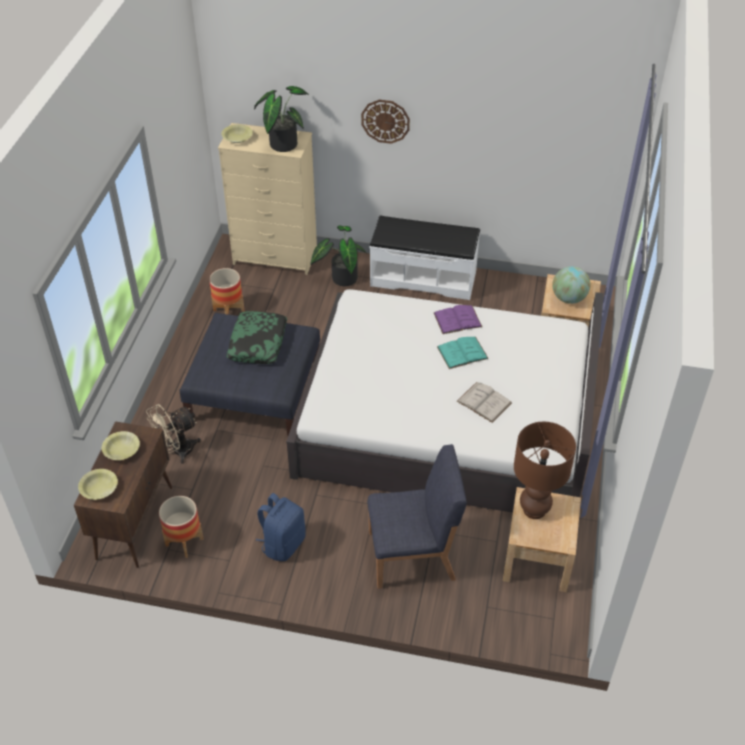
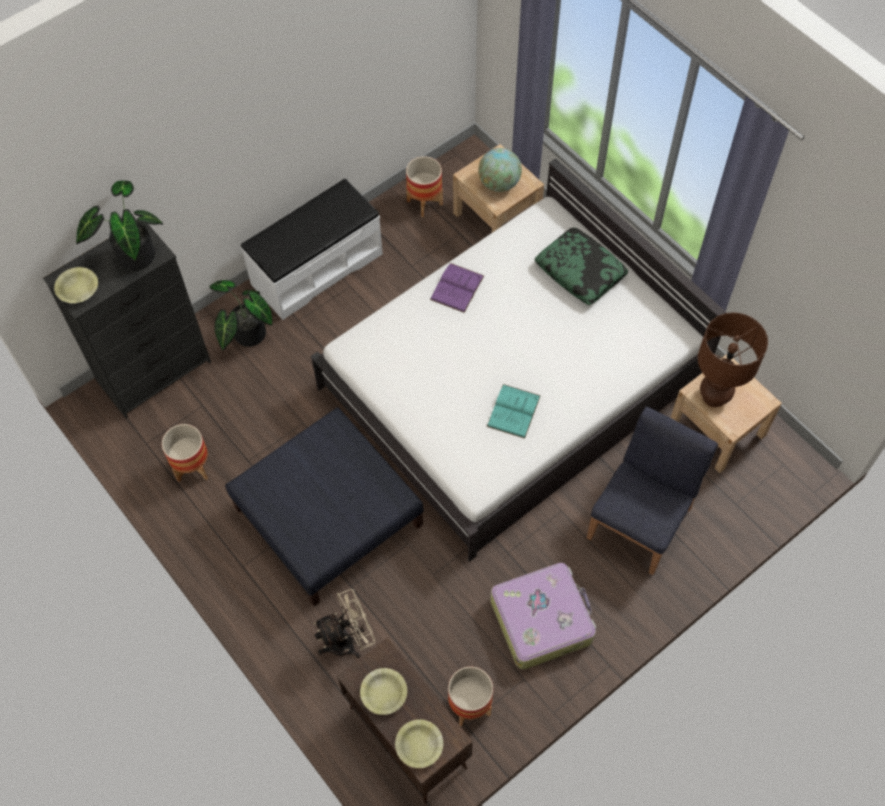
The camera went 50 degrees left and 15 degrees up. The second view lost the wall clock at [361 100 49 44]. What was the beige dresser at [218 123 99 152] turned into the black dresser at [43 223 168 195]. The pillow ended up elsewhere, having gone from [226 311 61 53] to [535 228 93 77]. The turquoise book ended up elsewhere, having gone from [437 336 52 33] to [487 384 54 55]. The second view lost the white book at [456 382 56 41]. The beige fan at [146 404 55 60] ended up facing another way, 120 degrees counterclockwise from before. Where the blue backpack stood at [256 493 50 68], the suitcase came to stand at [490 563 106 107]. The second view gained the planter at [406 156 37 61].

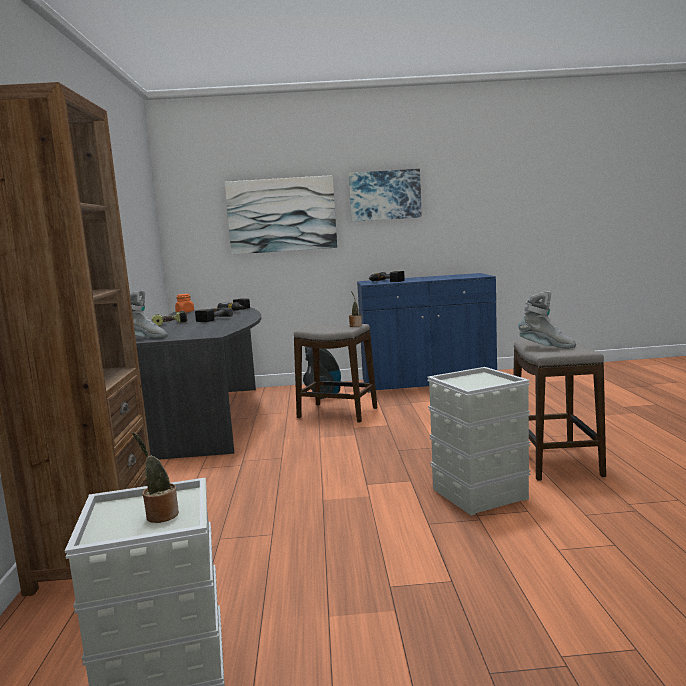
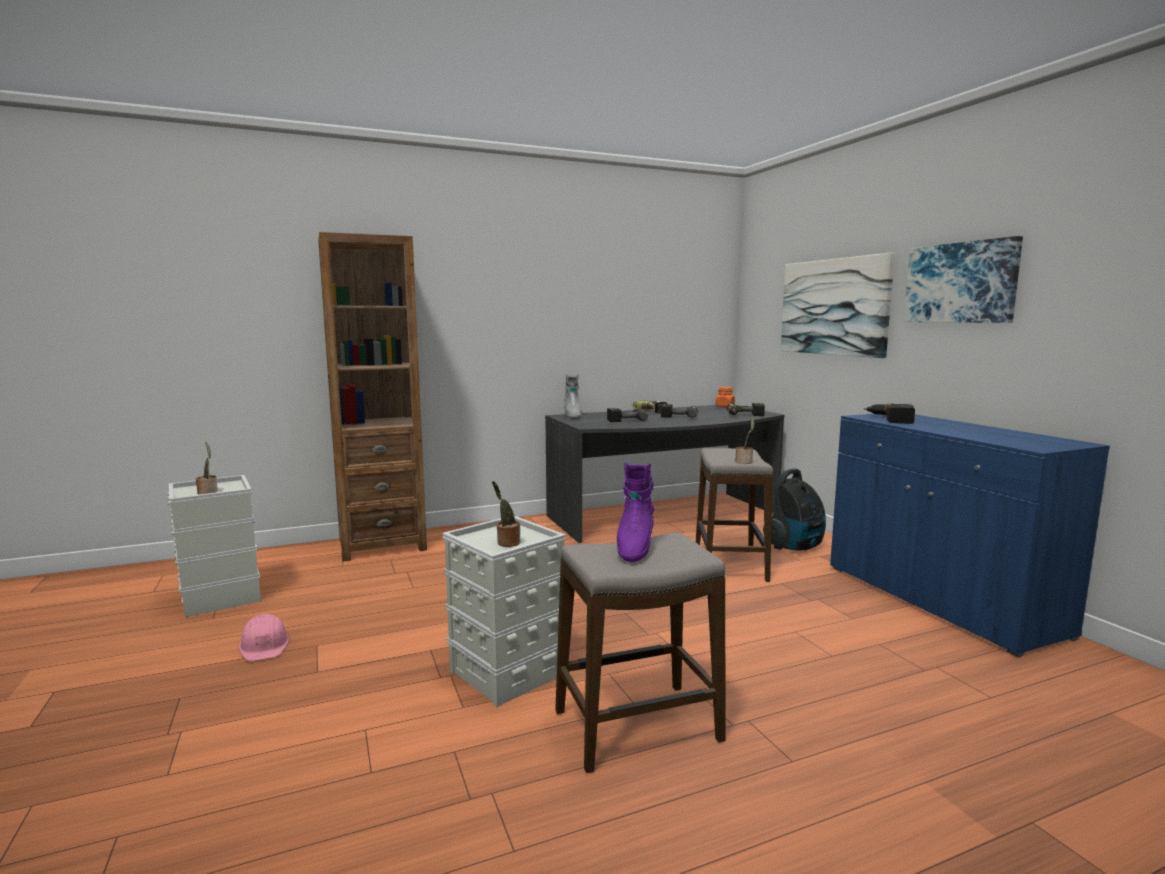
The camera went 70 degrees right and 0 degrees up. What was the grey boot at [518 291 58 57] turned into the purple boot at [617 462 37 100]. The second view gained the power drill at [607 408 41 14]. The second view gained the potted plant at [492 481 29 66]. The second view gained the pink hard hat at [239 614 50 47].

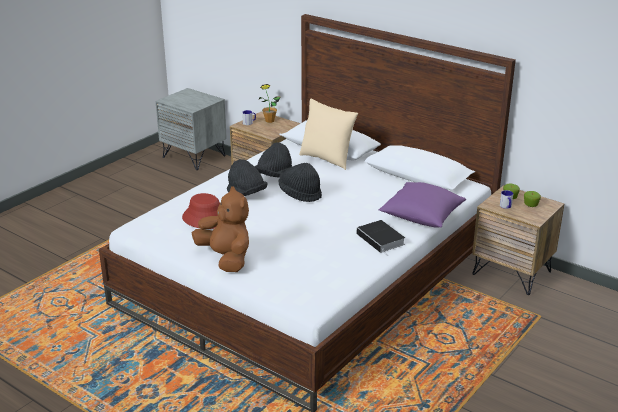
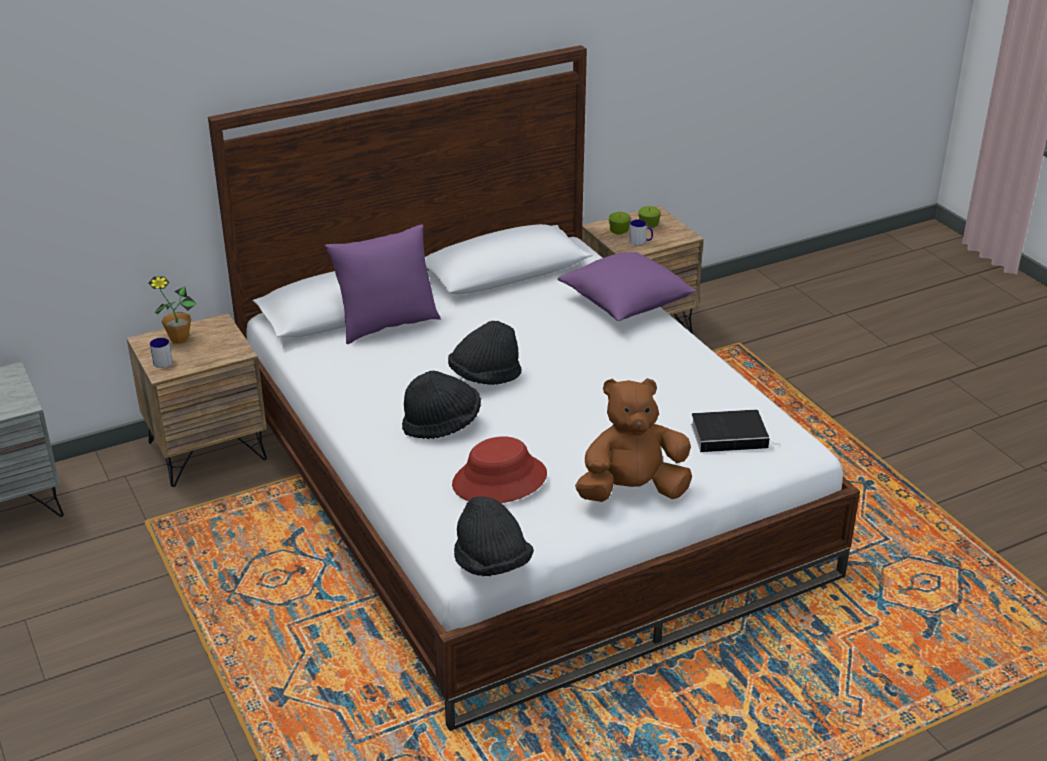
The camera went 65 degrees left and 5 degrees up. What was the beige pillow at [299 99 59 71] turned into the purple pillow at [325 224 116 120]. The black hat ended up elsewhere, having gone from [255 142 37 36] to [454 496 80 80]. The book ended up elsewhere, having gone from [357 220 48 36] to [691 410 87 42].

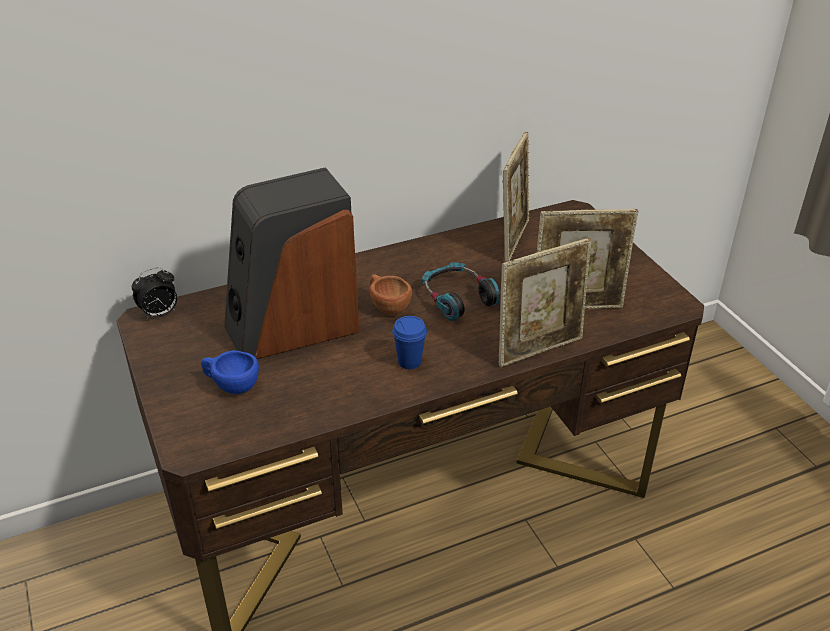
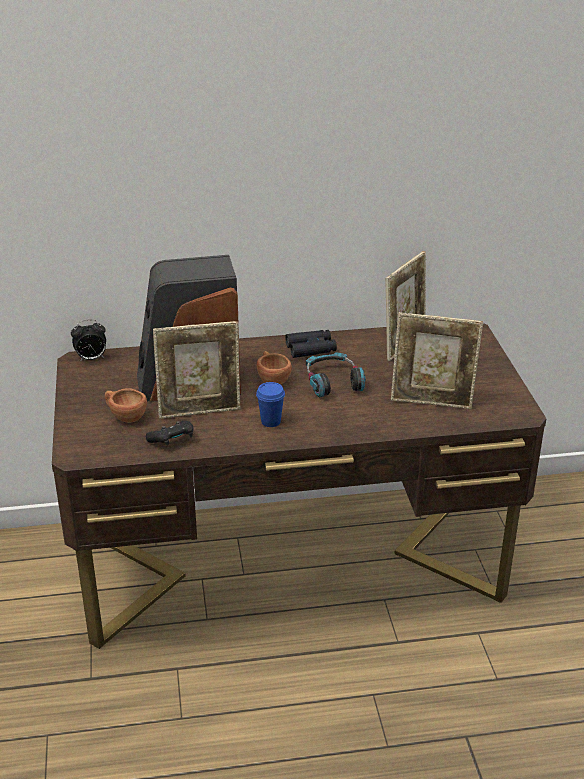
The camera went 15 degrees right and 5 degrees down. The picture frame ended up elsewhere, having gone from [499 238 93 129] to [153 321 88 98]. What was the blue cup at [201 350 58 44] turned into the brown cup at [105 388 42 35]. The second view gained the black binoculars at [285 330 52 28]. The second view gained the black game controller at [146 420 48 25].

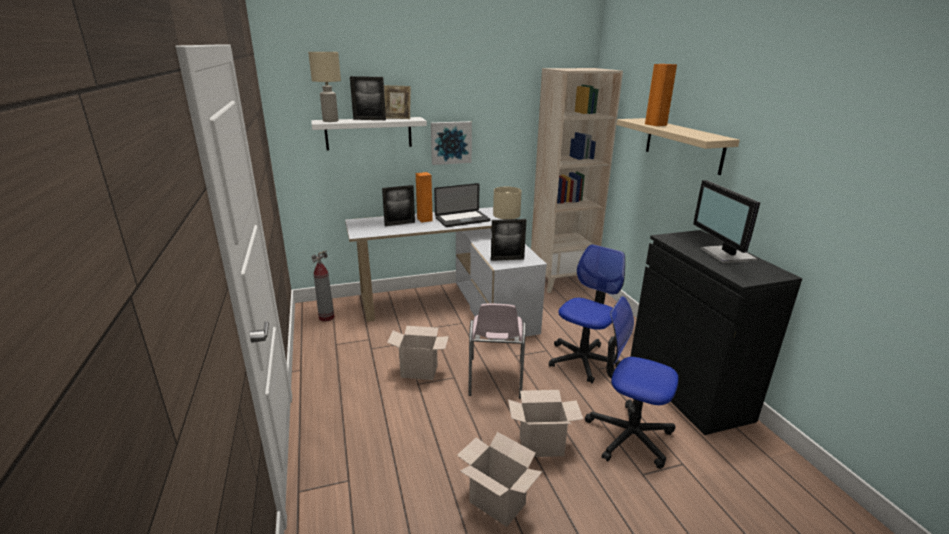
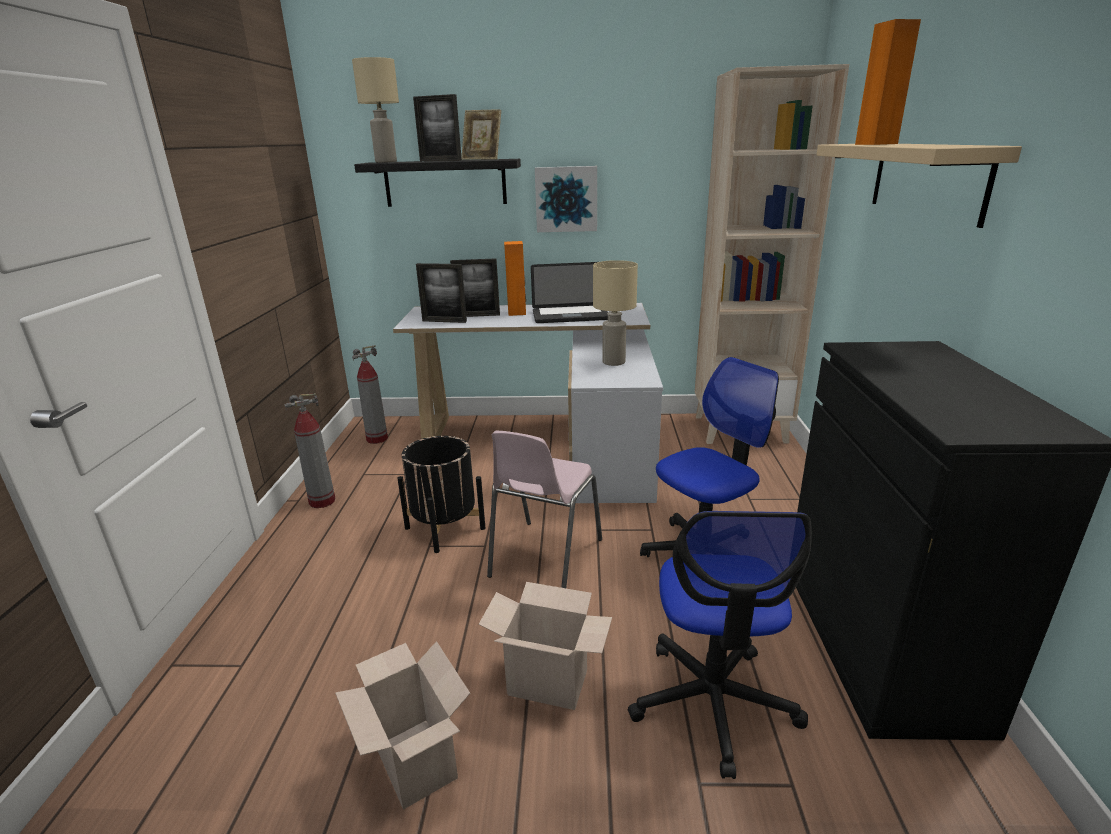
The camera went 20 degrees right and 0 degrees up. What was the white shelf at [311 117 116 34] turned into the black shelf at [354 159 167 48]. The second view lost the monitor at [693 180 67 83]. The picture frame ended up elsewhere, having gone from [491 219 35 42] to [416 263 51 60]. The office chair at [585 296 93 173] ended up facing another way, 135 degrees counterclockwise from before. Where the cardboard box stood at [387 326 62 54], the black planter came to stand at [397 436 88 117]. The second view gained the fire extinguisher at [284 393 51 115].

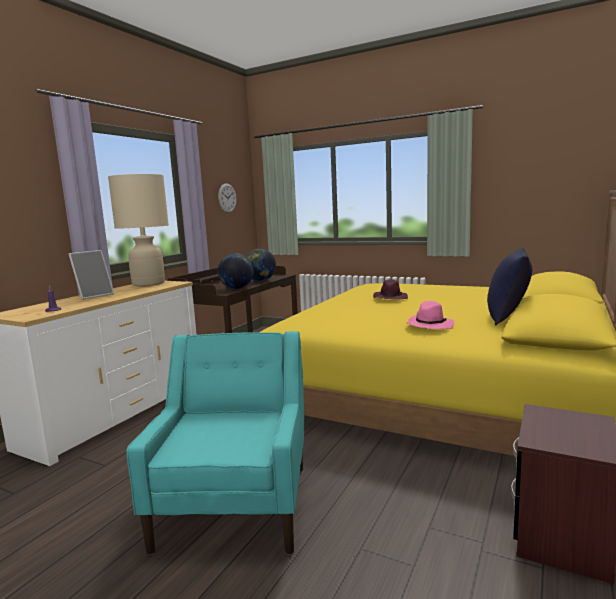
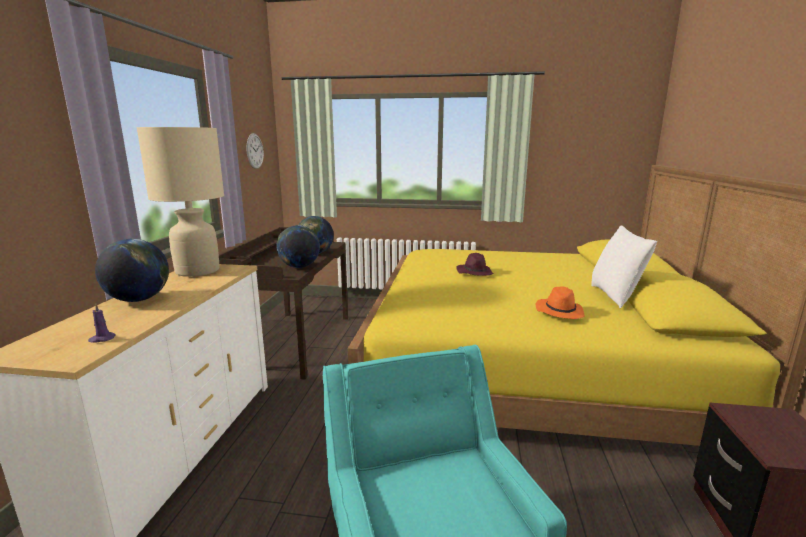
The camera went 20 degrees left and 5 degrees up. What was the blue pillow at [487 248 45 77] turned into the white pillow at [591 226 66 83]. Where the picture frame stood at [68 250 46 50], the globe came to stand at [95 239 74 63]. What was the pink hat at [407 301 47 28] turned into the orange hat at [536 287 49 32].

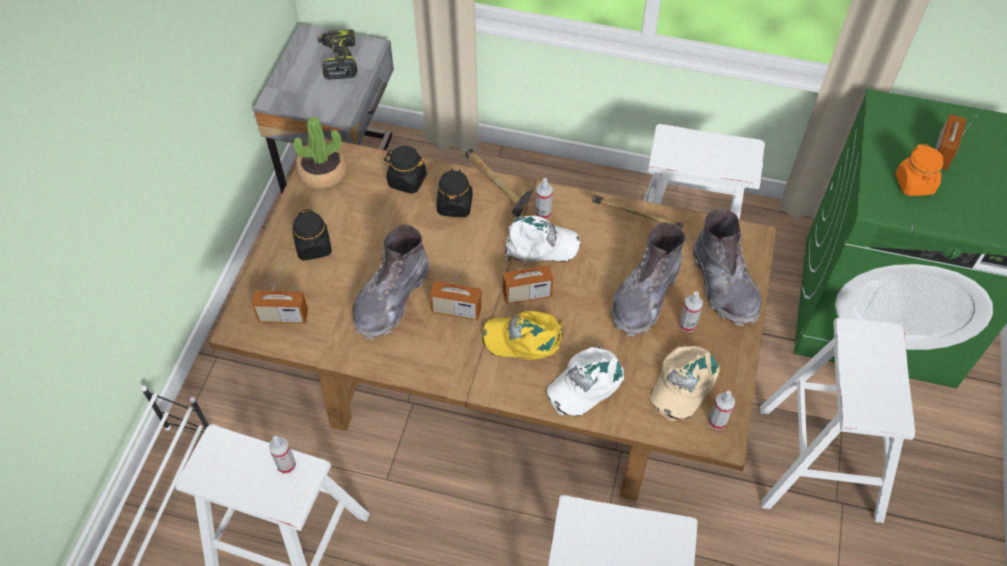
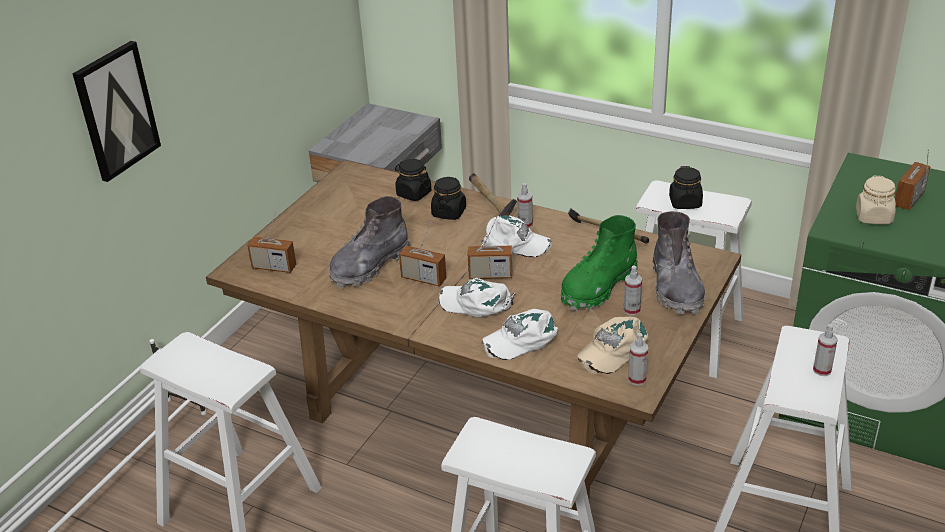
The camera went 15 degrees right and 20 degrees down. The second view lost the power drill at [318 29 40 51]. The second view lost the potted plant at [294 117 53 73]. What was the orange jar at [895 144 48 52] turned into the beige jar at [856 176 40 48]. The black jar ended up elsewhere, having gone from [293 209 39 52] to [669 166 34 43]. What was the grey boot at [611 222 75 115] turned into the green boot at [561 215 77 96]. What was the yellow cap at [482 311 82 49] turned into the white cap at [438 278 78 39]. The spray bottle ended up elsewhere, having gone from [269 436 27 38] to [813 324 25 52]. The second view gained the picture at [72 41 89 141].

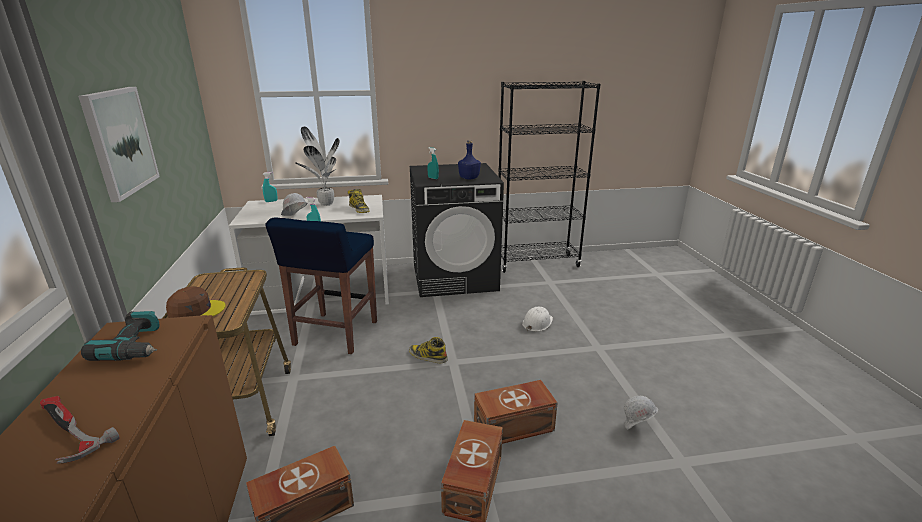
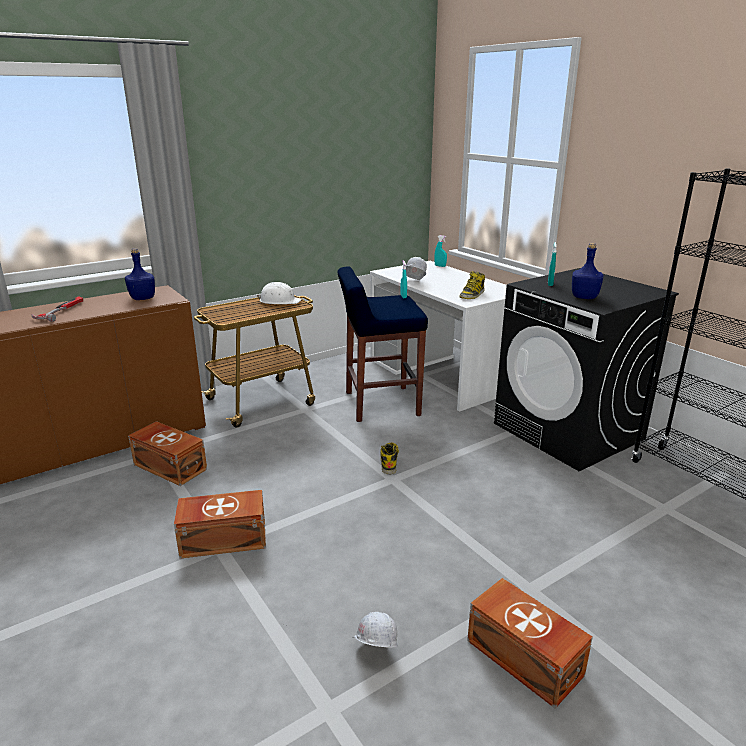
The camera went 65 degrees right and 0 degrees up. The second view lost the picture at [78 87 82 115]. The second view lost the potted plant at [295 126 45 80]. The second view lost the brown cap at [166 287 60 31]. The white hard hat ended up elsewhere, having gone from [522 307 31 24] to [257 282 45 22]. Where the power drill stood at [81 311 78 50], the blue bottle came to stand at [125 248 30 52]. The brown storage box ended up elsewhere, having gone from [474 380 84 64] to [467 578 126 130].

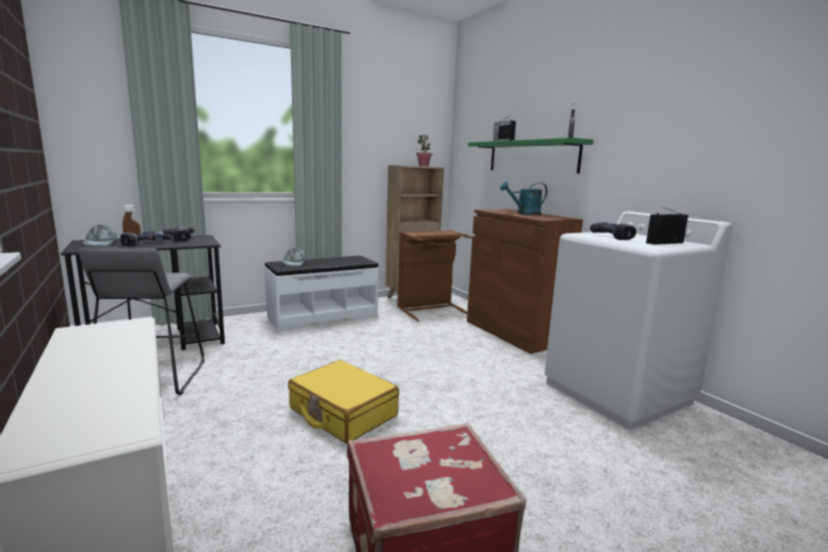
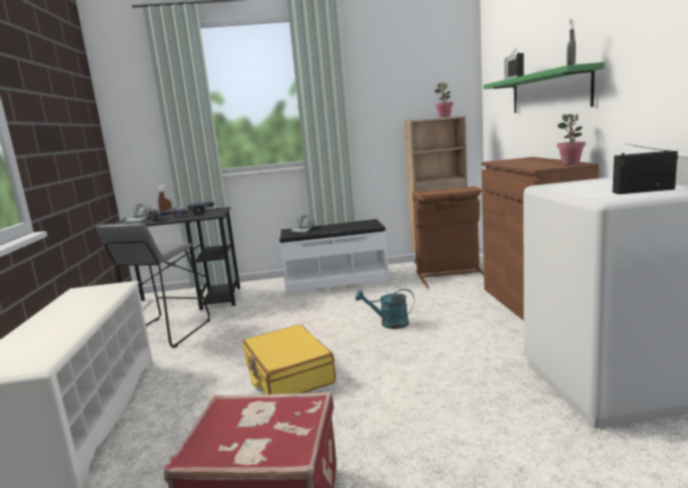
The camera went 25 degrees right and 0 degrees up. The turquoise watering can ended up elsewhere, having gone from [500 181 47 34] to [355 289 59 40]. The second view lost the power drill at [590 222 46 18]. The second view gained the potted plant at [557 113 29 52].

